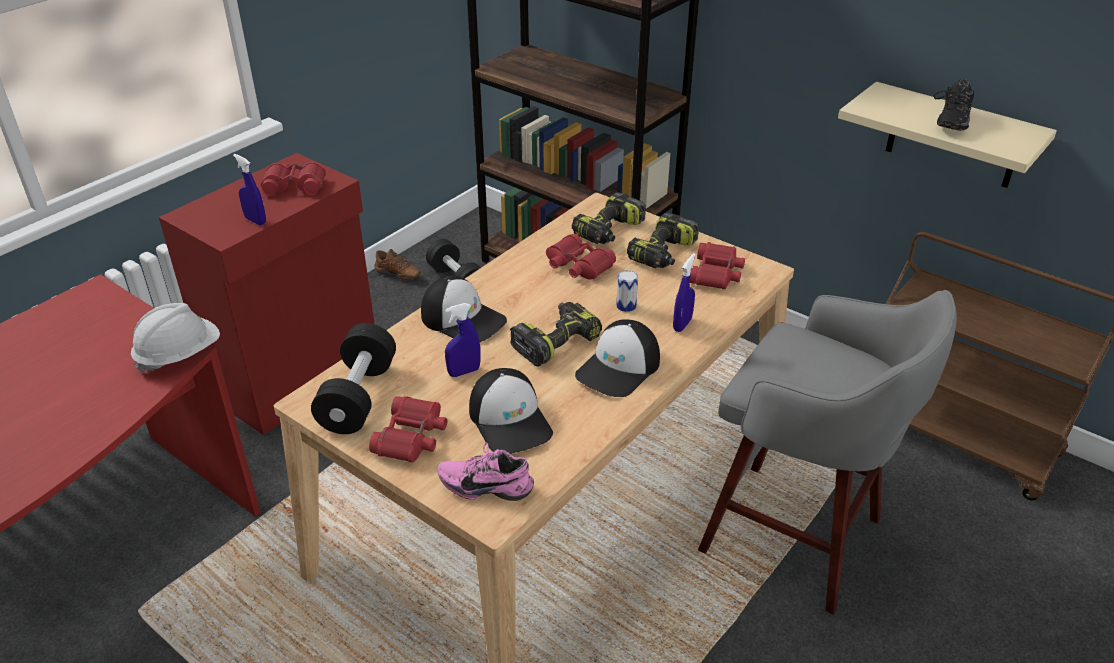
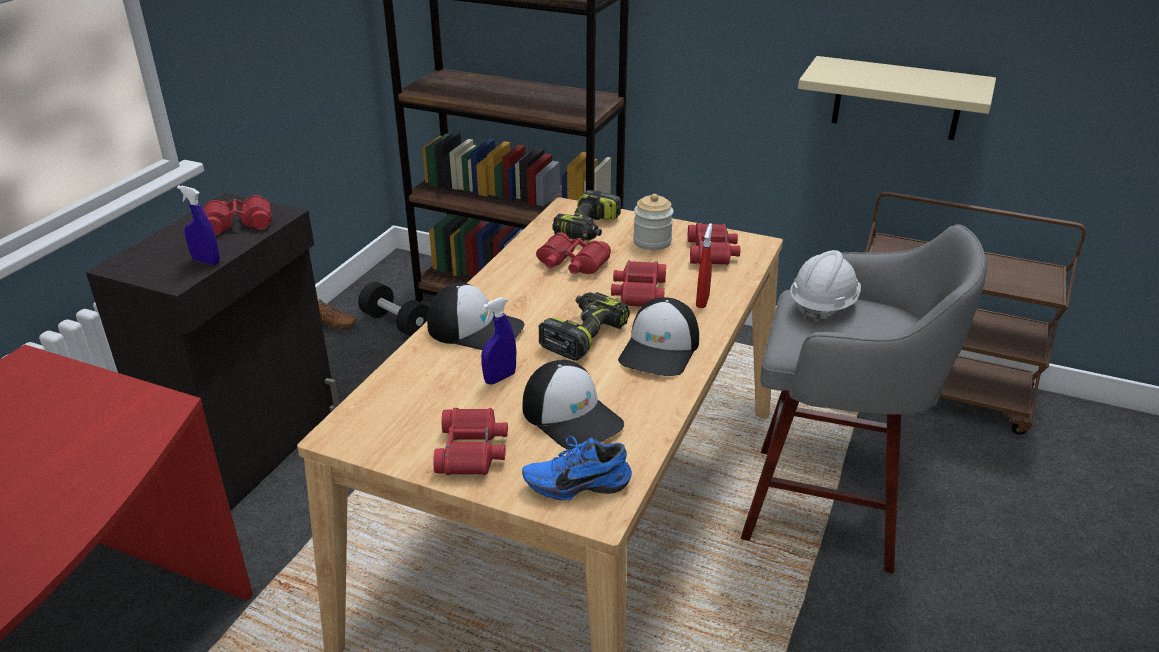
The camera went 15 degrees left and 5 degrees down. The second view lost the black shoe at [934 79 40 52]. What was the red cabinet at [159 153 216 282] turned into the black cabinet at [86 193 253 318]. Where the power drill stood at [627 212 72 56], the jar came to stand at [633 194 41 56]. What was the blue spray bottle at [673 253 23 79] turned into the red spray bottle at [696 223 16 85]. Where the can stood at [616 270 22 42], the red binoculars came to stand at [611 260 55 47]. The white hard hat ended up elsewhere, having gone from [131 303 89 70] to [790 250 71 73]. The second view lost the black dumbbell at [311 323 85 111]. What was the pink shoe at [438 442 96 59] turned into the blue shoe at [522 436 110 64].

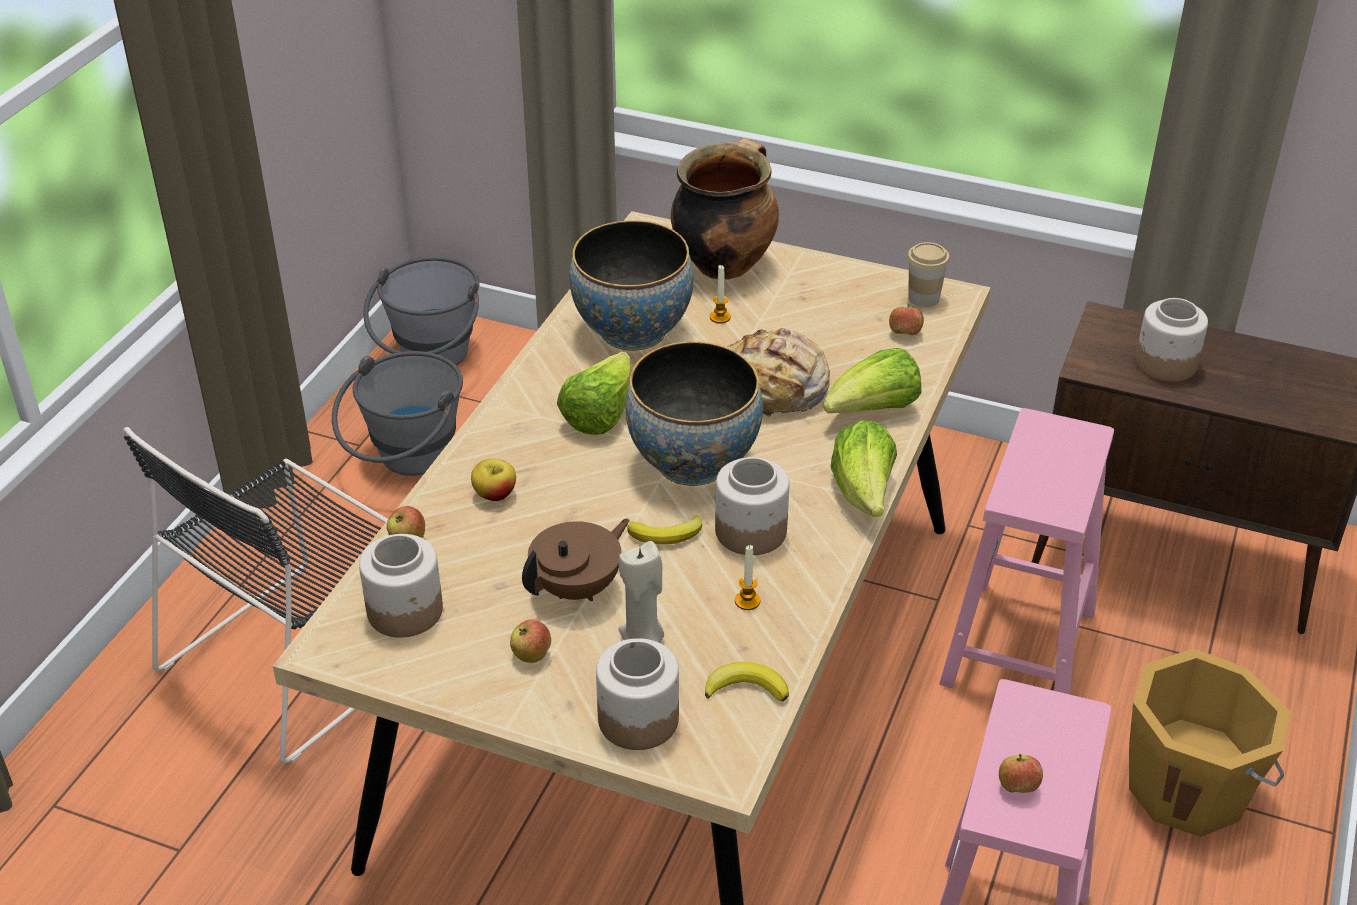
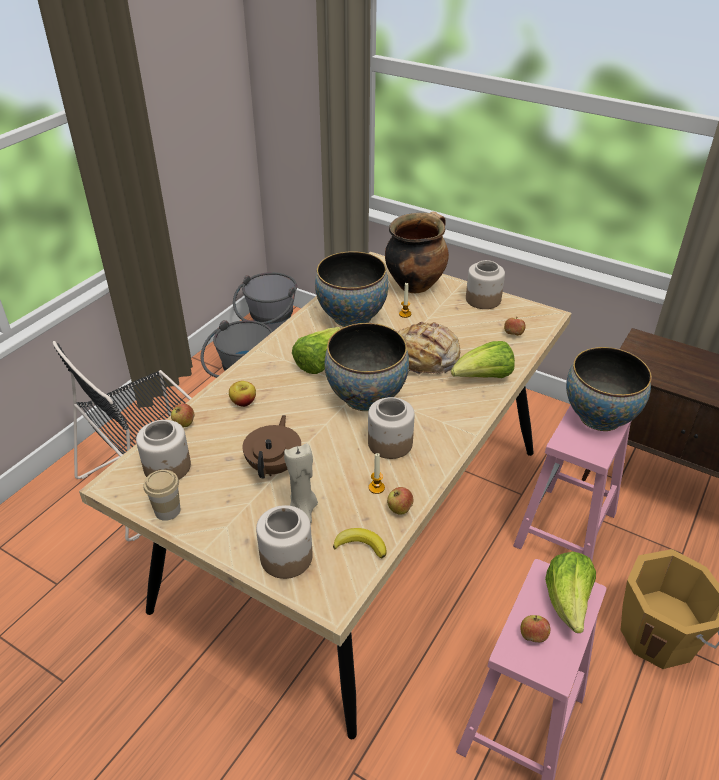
The camera went 10 degrees right and 0 degrees up. The cup ended up elsewhere, having gone from [907 242 43 65] to [144 470 37 51]. The jar ended up elsewhere, having gone from [1135 298 73 84] to [466 260 39 49]. The lettuce ended up elsewhere, having gone from [830 420 67 97] to [545 552 51 81]. The second view lost the banana at [627 515 75 30]. The brown teapot at [522 518 108 84] ended up facing another way, 45 degrees counterclockwise from before. The apple ended up elsewhere, having gone from [510 619 41 44] to [387 487 26 28]. The second view gained the bowl at [566 347 86 84].

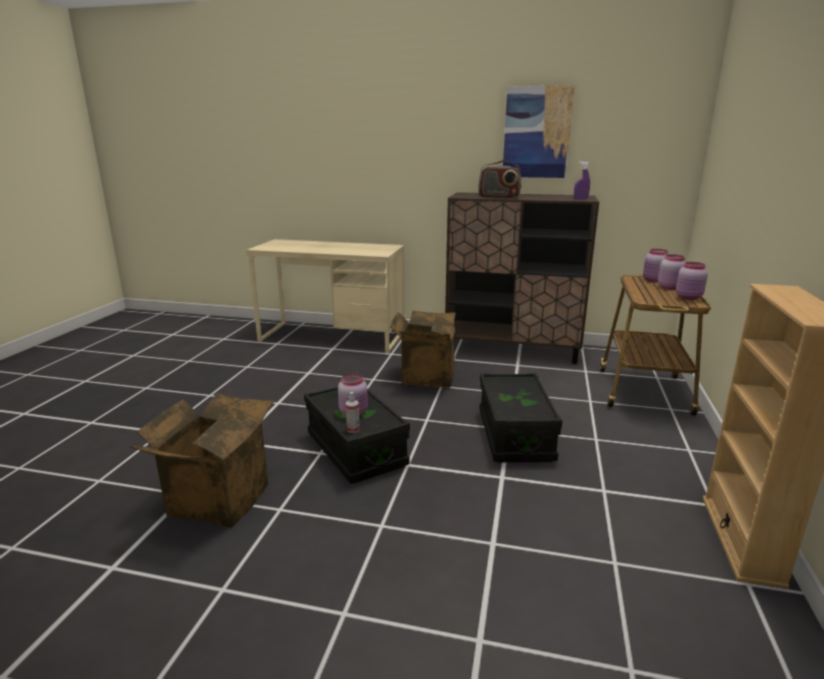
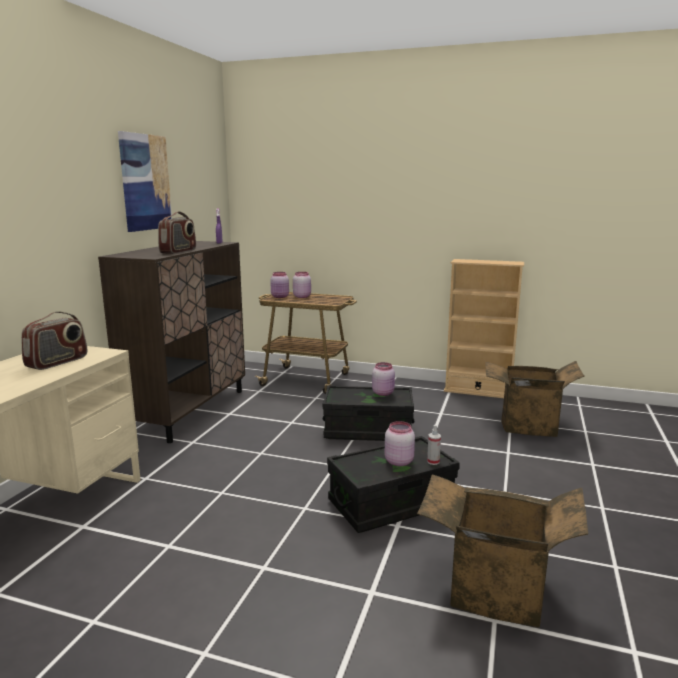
The camera went 85 degrees left and 5 degrees down. The pink jar ended up elsewhere, having gone from [676 262 32 38] to [372 362 23 34]. The cardboard box ended up elsewhere, having gone from [390 311 66 77] to [485 361 100 76]. The second view gained the radio at [21 311 66 59].

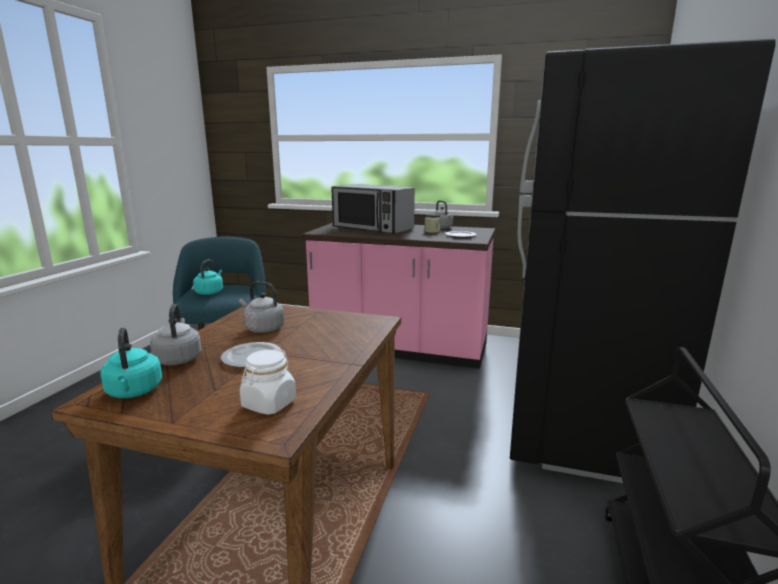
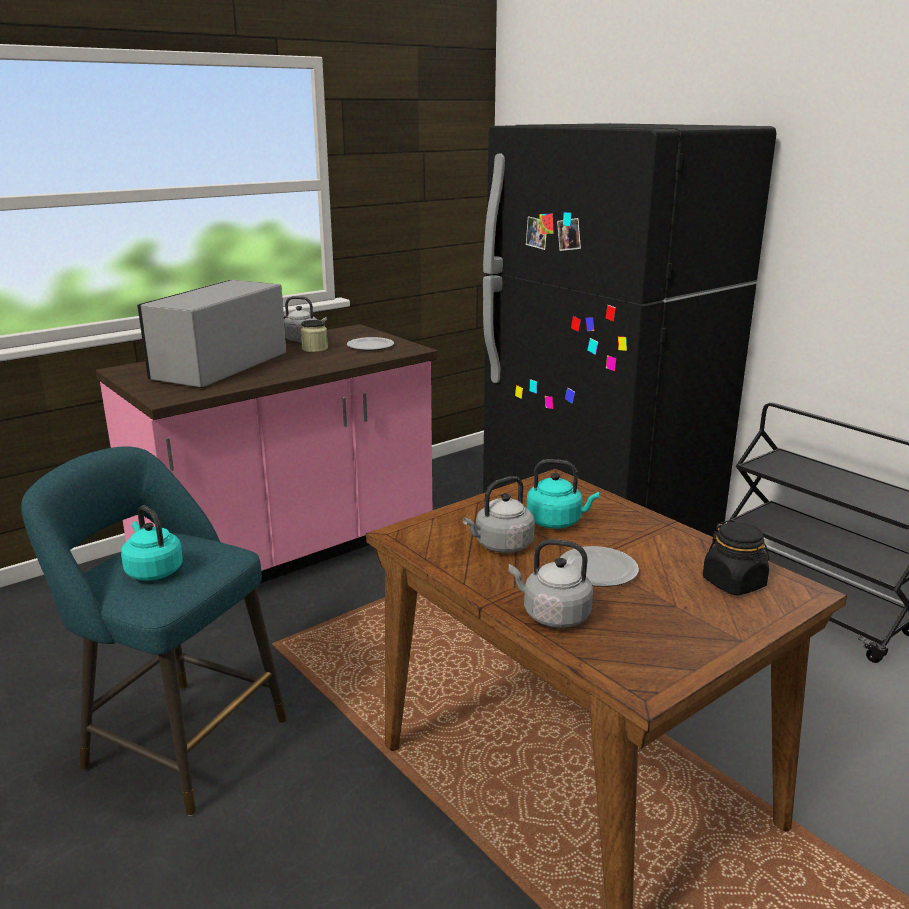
The camera went 55 degrees left and 5 degrees up. The microwave at [331 184 84 50] ended up facing another way, 135 degrees clockwise from before. The turquoise kettle ended up elsewhere, having gone from [100 328 62 70] to [527 459 72 70]. What was the white jar at [240 349 56 66] turned into the black jar at [703 521 67 74].

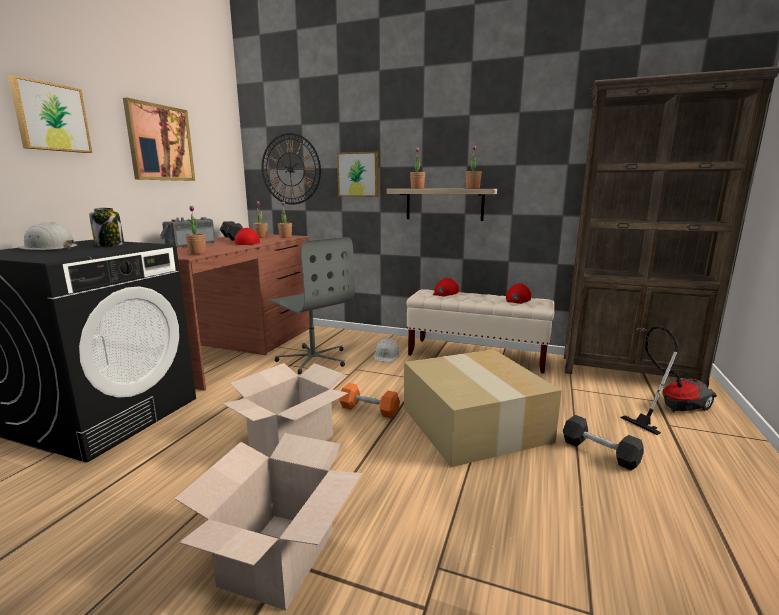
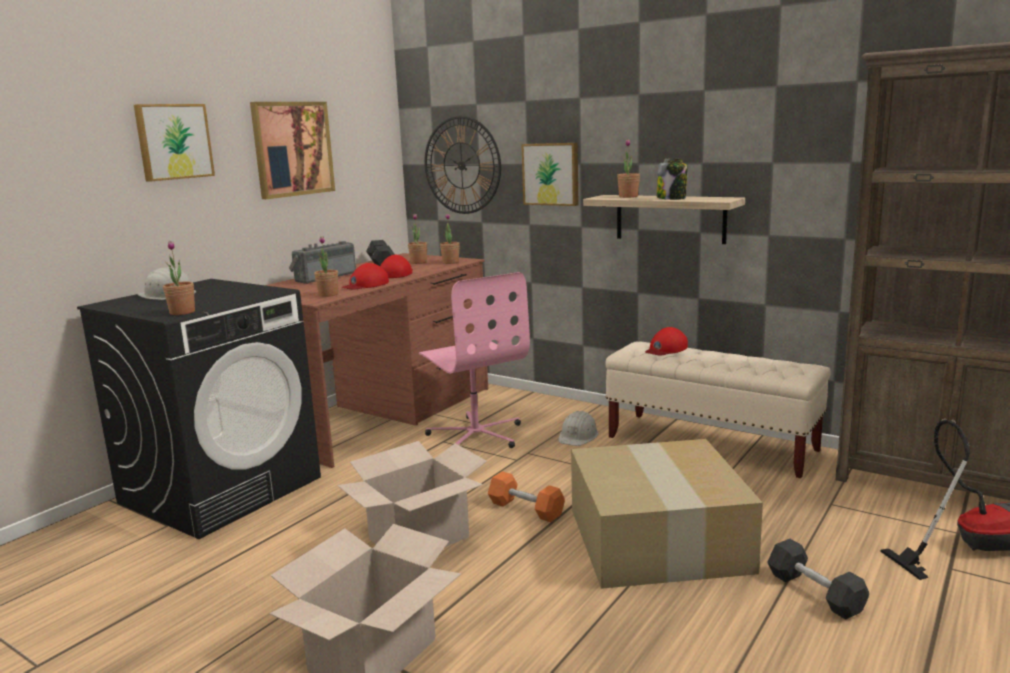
The camera went 15 degrees right and 0 degrees up. The potted plant ended up elsewhere, having gone from [465 146 17 43] to [163 241 32 74]. The jar ended up elsewhere, having gone from [89 208 35 38] to [657 158 31 42]. What was the grey office chair at [269 237 86 137] turned into the pink office chair at [419 272 111 176]. The red cap ended up elsewhere, having gone from [506 283 25 21] to [341 263 48 27].

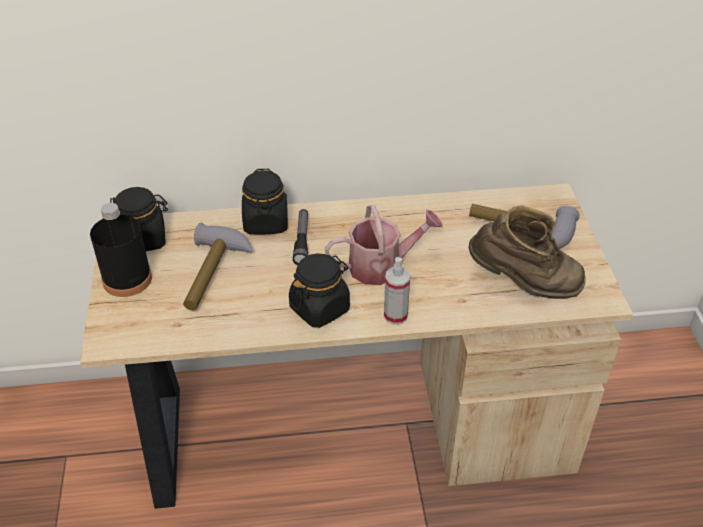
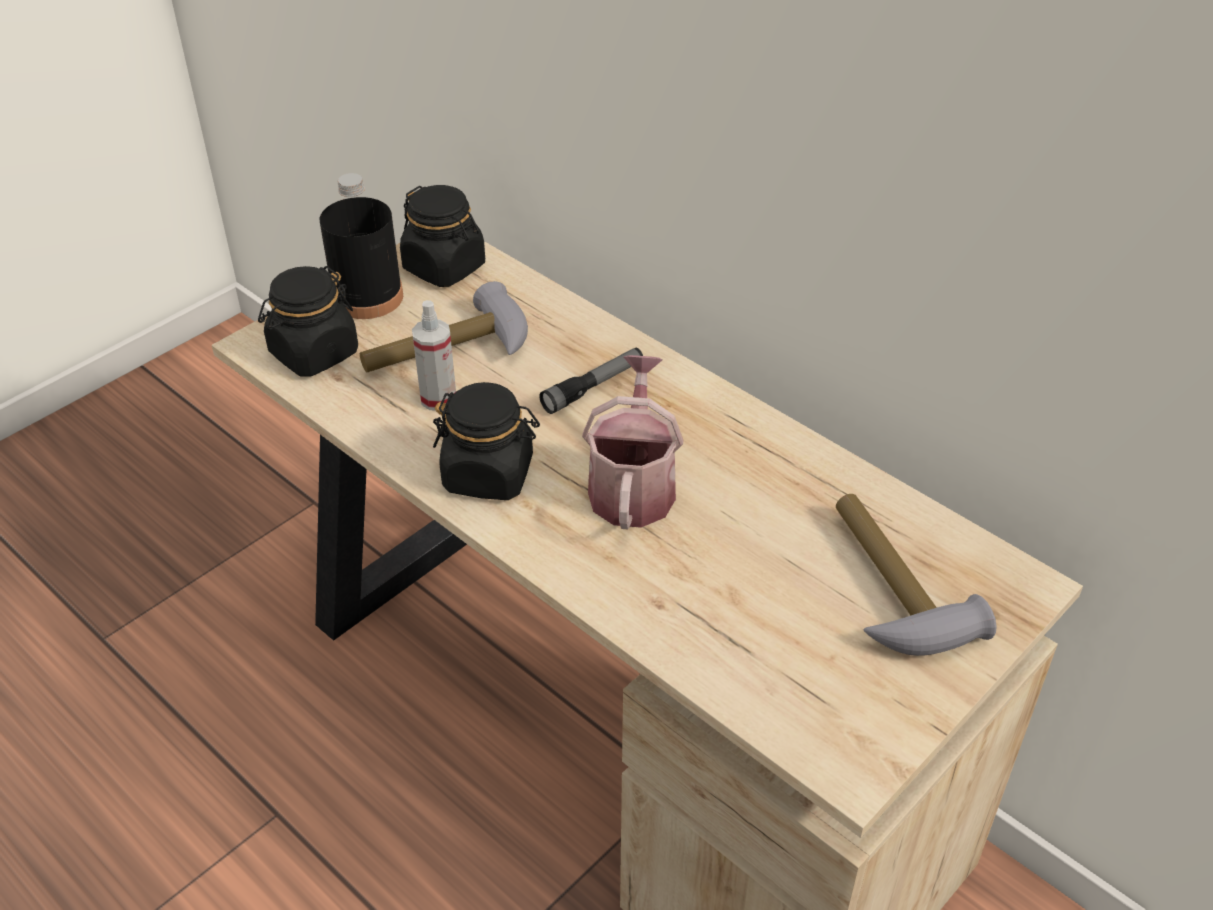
The camera went 50 degrees right and 0 degrees up. The black jar ended up elsewhere, having gone from [242 169 46 66] to [258 266 100 111]. The watering can at [325 205 118 80] ended up facing another way, 120 degrees counterclockwise from before. The second view lost the brown boot at [469 205 117 94]. The spray bottle ended up elsewhere, having gone from [384 257 26 68] to [412 300 44 111].

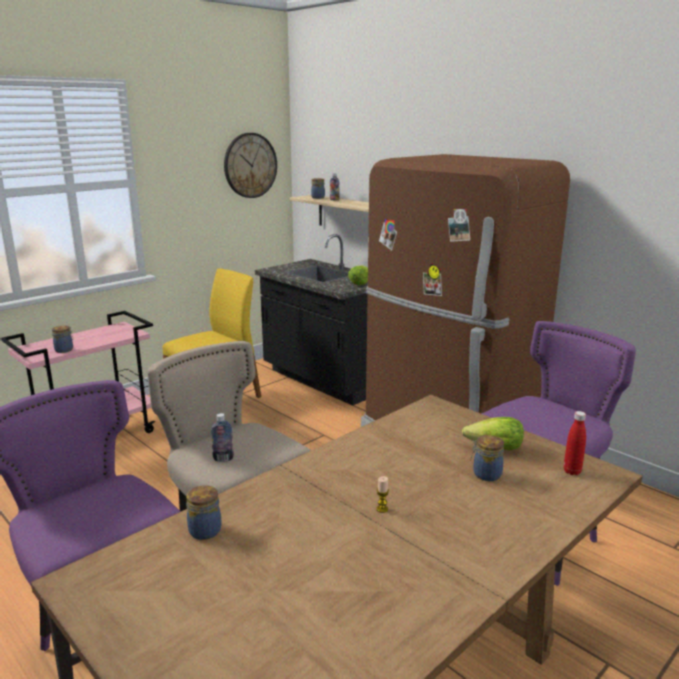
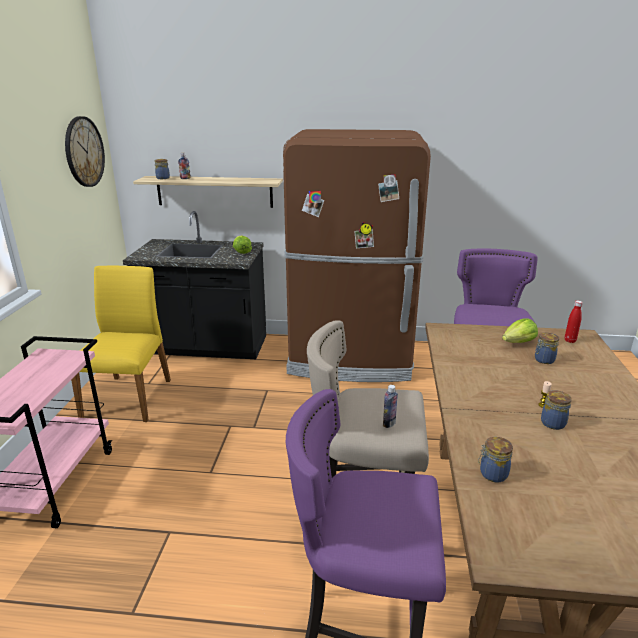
The camera went 40 degrees left and 5 degrees up. The jar ended up elsewhere, having gone from [52 325 21 28] to [541 390 31 40].

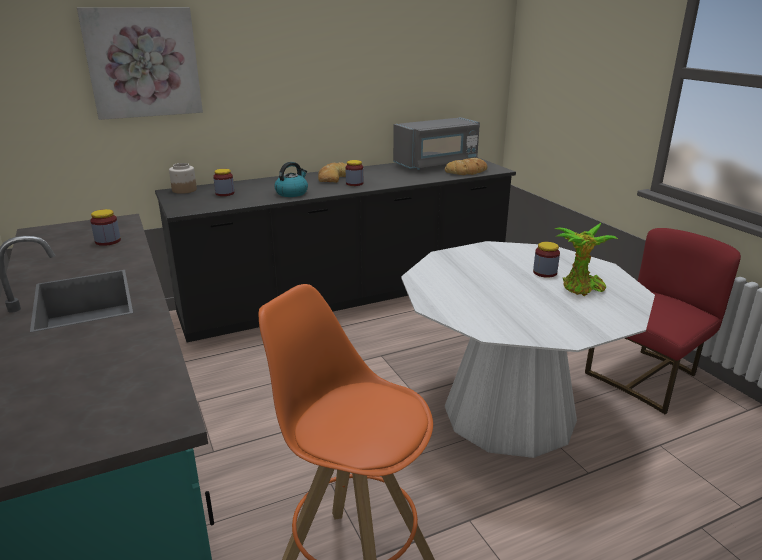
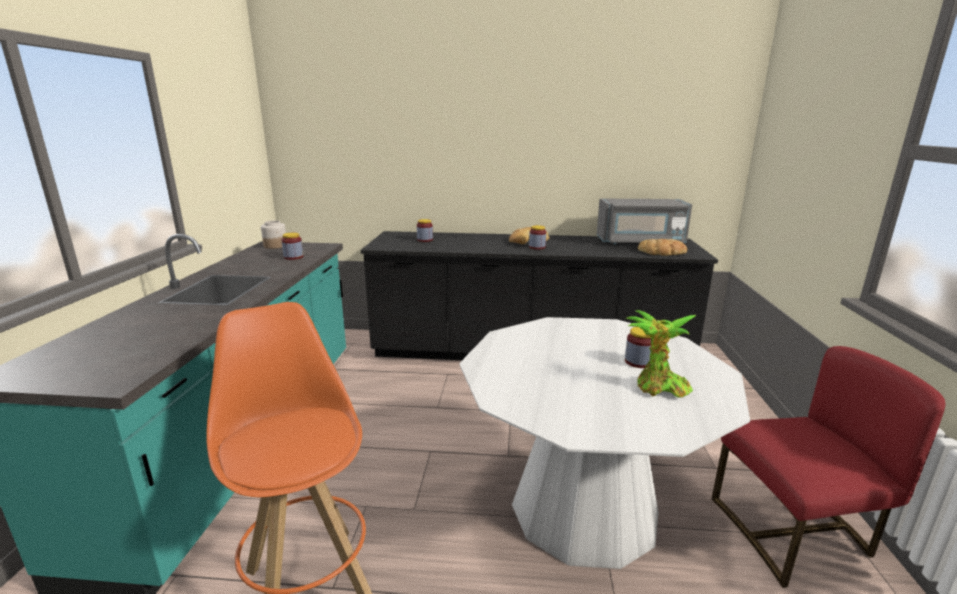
The camera went 30 degrees right and 5 degrees down. The second view lost the picture at [77 7 126 113]. The second view lost the kettle at [274 162 34 35]. The jar ended up elsewhere, having gone from [169 163 28 31] to [261 220 25 29].

